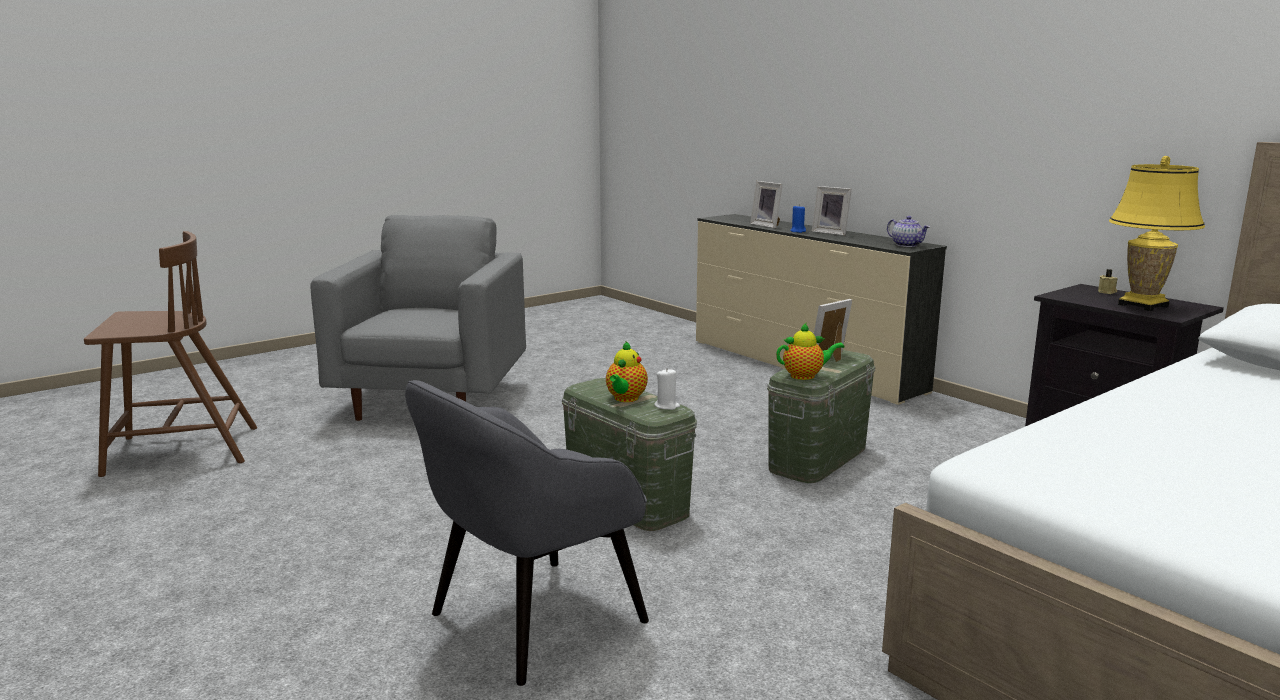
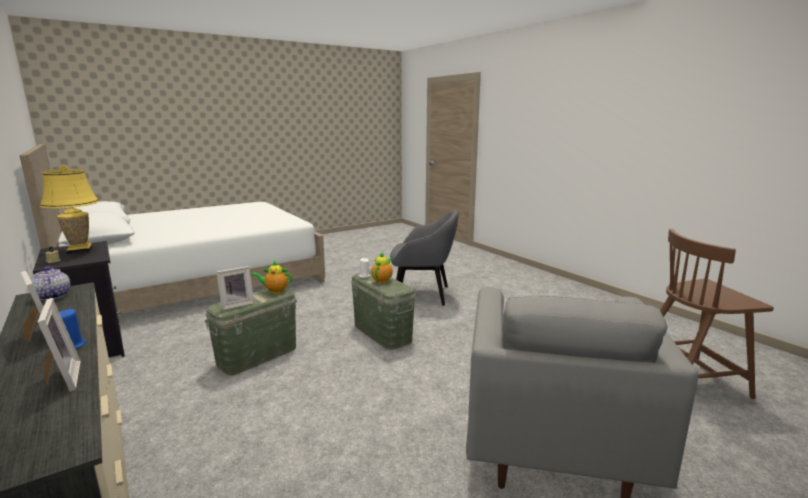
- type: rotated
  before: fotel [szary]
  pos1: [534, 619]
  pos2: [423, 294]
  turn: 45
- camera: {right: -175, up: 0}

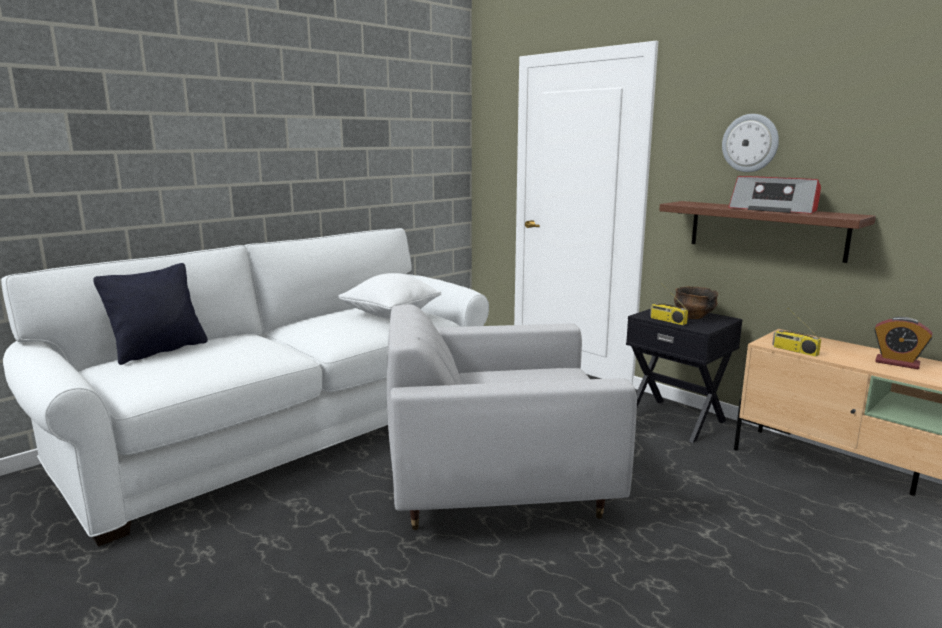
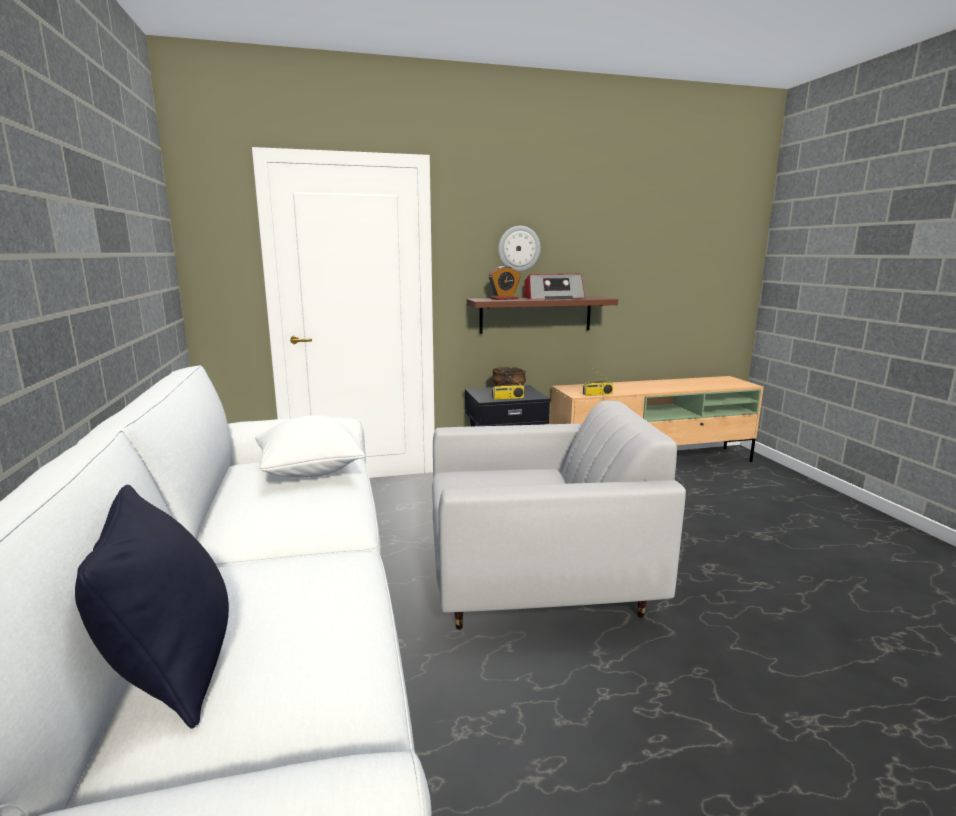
- type: shifted
  before: budzik
  pos1: [897, 363]
  pos2: [504, 299]
- type: rotated
  before: fotel [biały]
  pos1: [497, 486]
  pos2: [537, 583]
  turn: -120
- camera: {right: -60, up: 0}

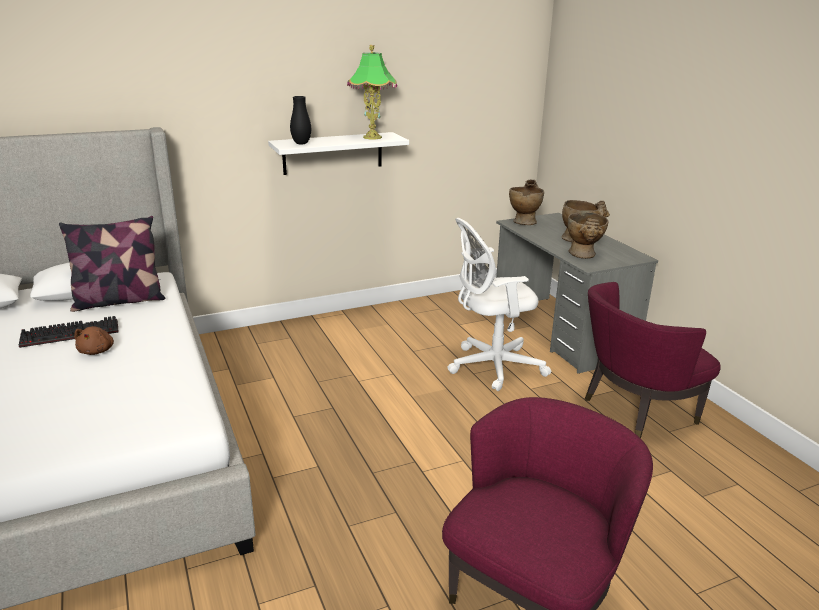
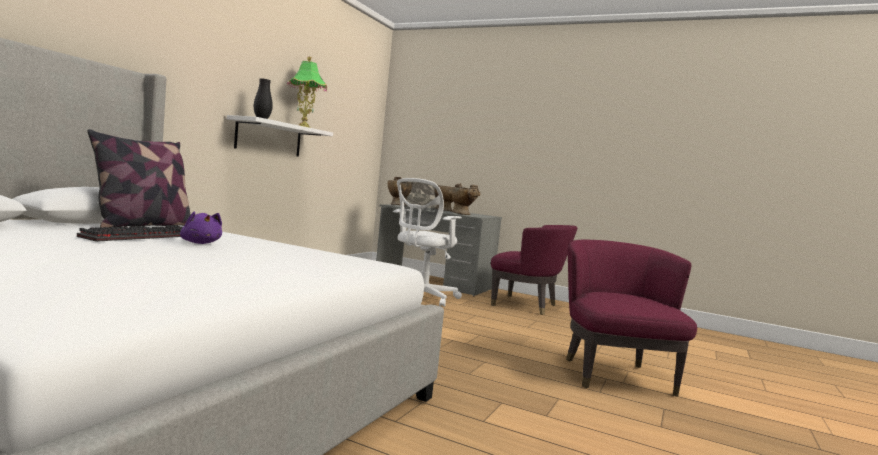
- type: repainted
  before: pluszak [brązowy]
  after: pluszak [fioletowy]
  pos1: [97, 351]
  pos2: [200, 243]
- type: rotated
  before: fotel [fioletowy]
  pos1: [635, 411]
  pos2: [527, 306]
  turn: -90
- camera: {right: -40, up: -20}

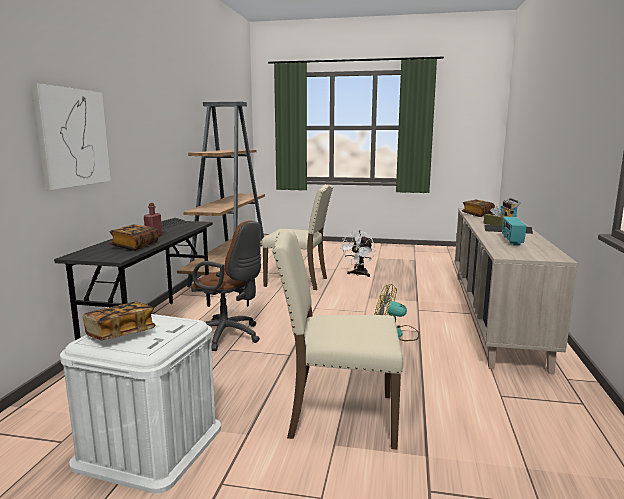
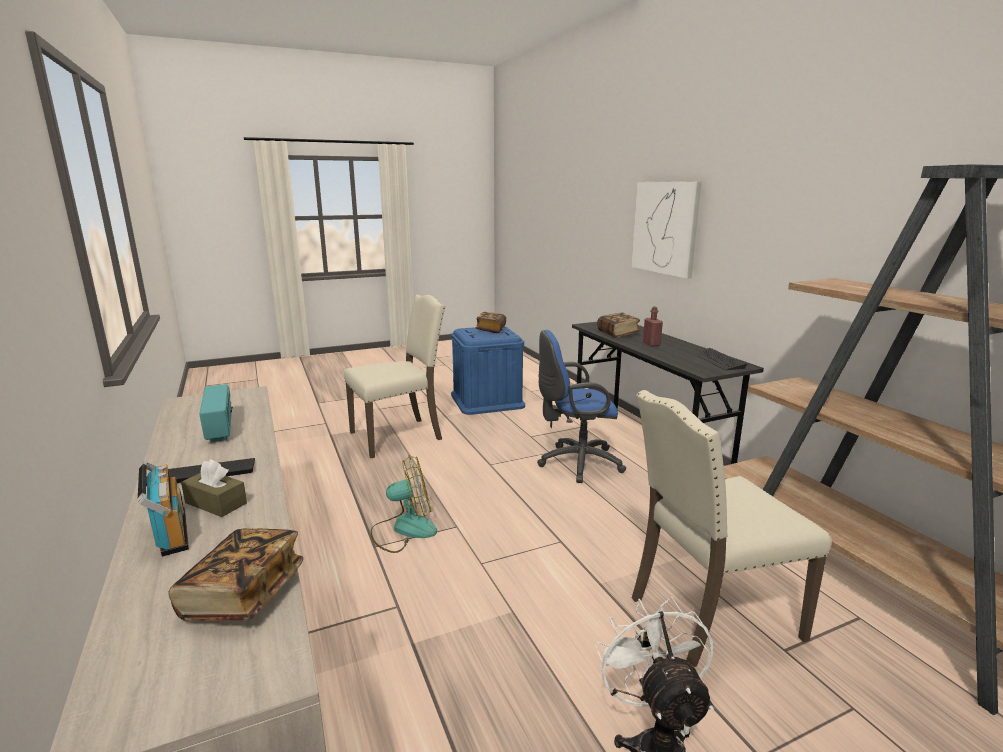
- type: repainted
  before: pojemnik do przechowywania [biały]
  after: pojemnik do przechowywania [niebieski]
  pos1: [150, 445]
  pos2: [487, 400]
- type: repainted
  before: krzesło biurowe [brązowy]
  after: krzesło biurowe [niebieski]
  pos1: [229, 336]
  pos2: [575, 463]
- camera: {right: 145, up: 5}

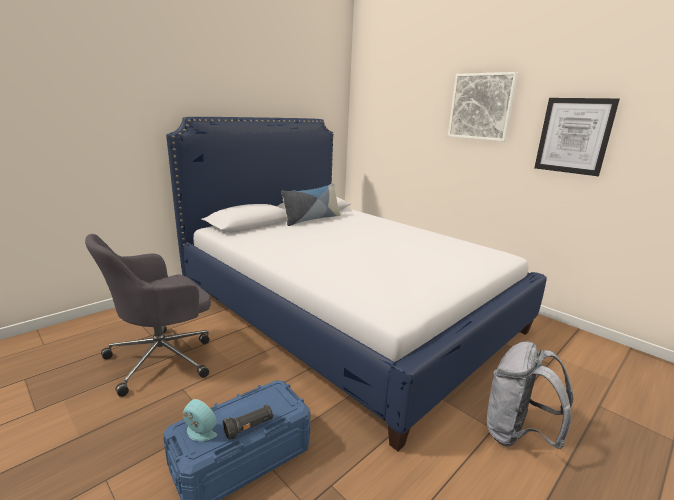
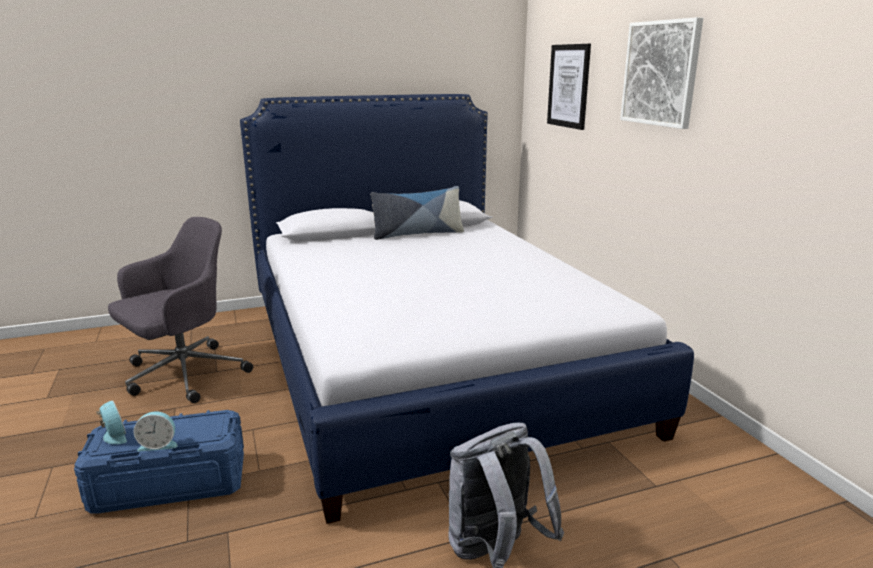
- type: shifted
  before: obraz
  pos1: [574, 136]
  pos2: [568, 86]
- type: swapped
  before: latarka [czarny]
  after: budzik
  pos1: [249, 428]
  pos2: [158, 444]
- type: rotated
  before: krzesło biurowe [szary]
  pos1: [163, 358]
  pos2: [183, 375]
  turn: 150
- camera: {right: 25, up: 0}

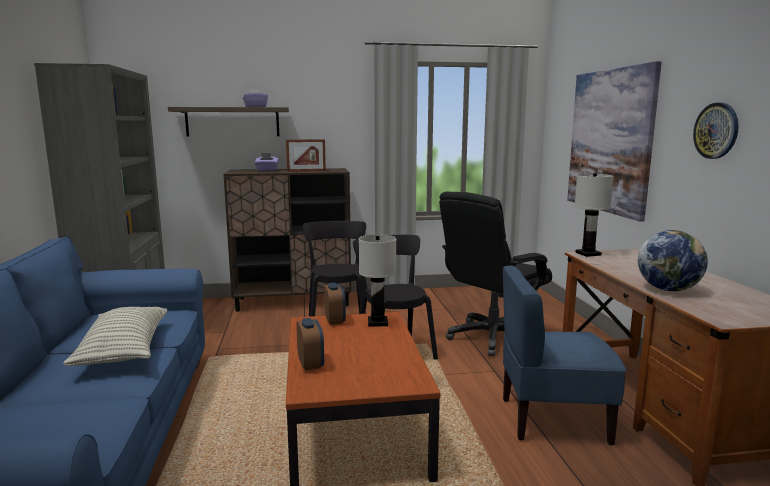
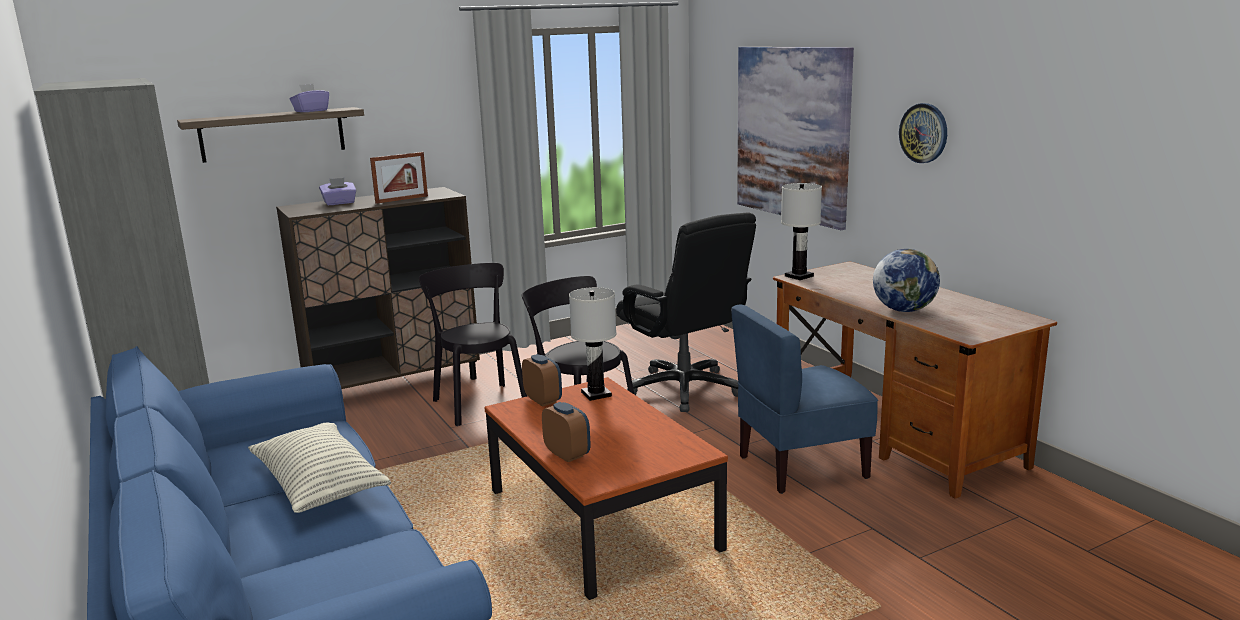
- type: rotated
  before: krzesło biurowe [czarny]
  pos1: [492, 337]
  pos2: [685, 389]
  turn: -60
- camera: {right: -20, up: 5}

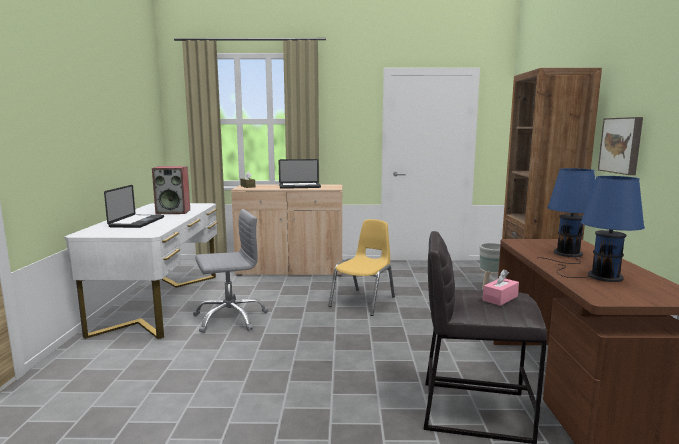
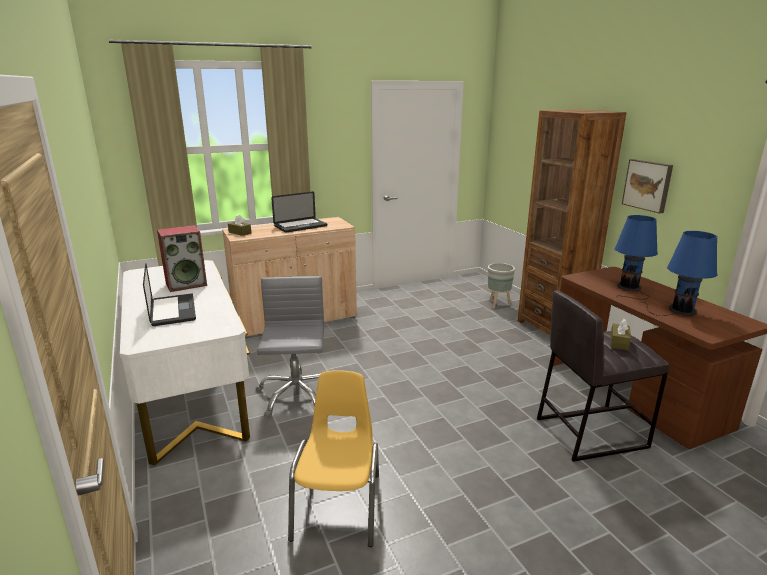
- type: shifted
  before: krzesło [żółty]
  pos1: [363, 301]
  pos2: [339, 506]
- type: repainted
  before: pudełko chusteczek [różowy]
  after: pudełko chusteczek [brązowy]
  pos1: [500, 298]
  pos2: [619, 342]
- type: rotated
  before: krzesło biurowe [szary]
  pos1: [230, 318]
  pos2: [296, 395]
  turn: -45
- camera: {right: -25, up: 10}

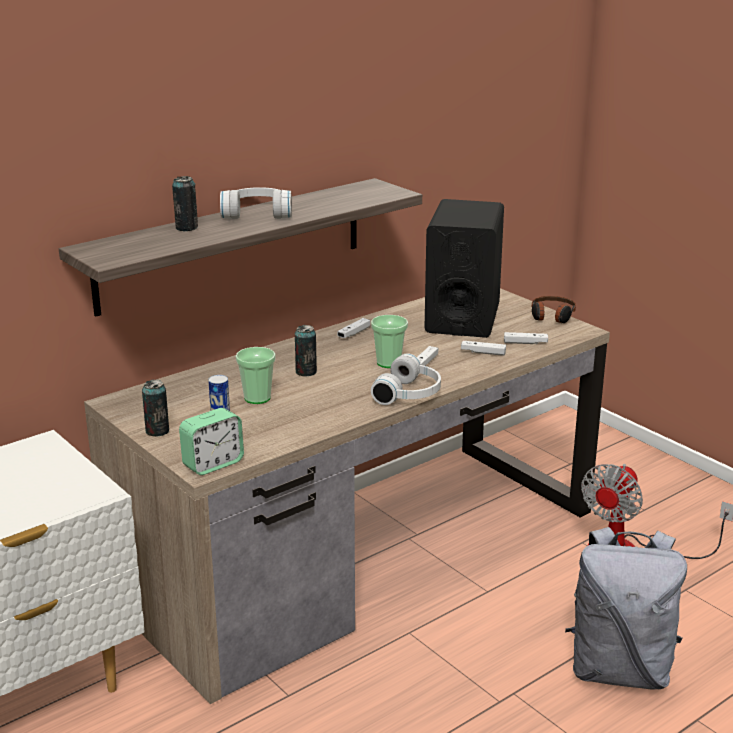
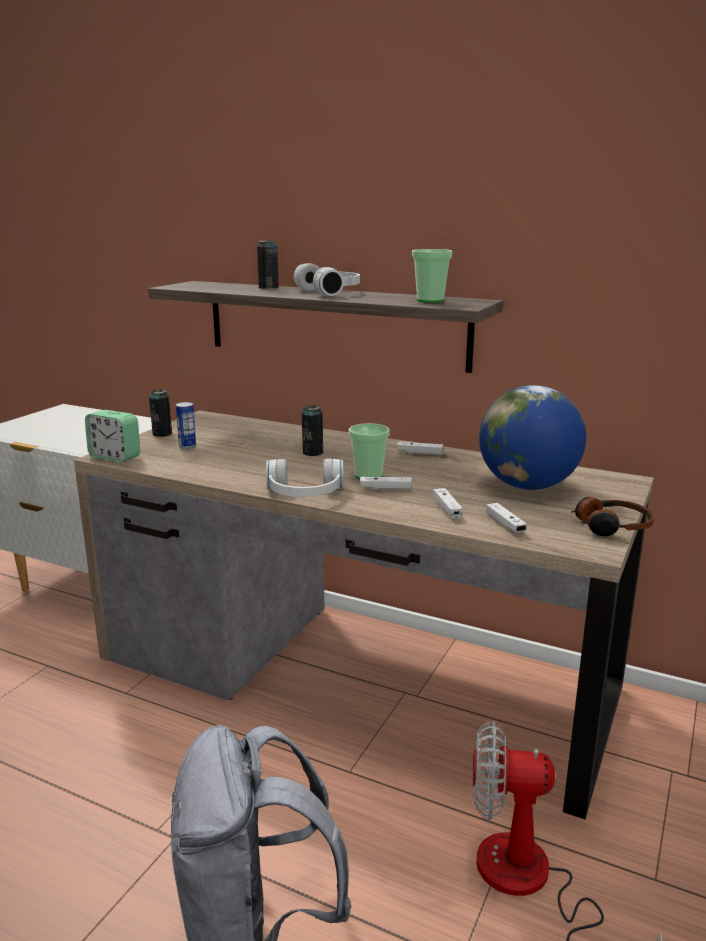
- type: shifted
  before: filiżanka
  pos1: [257, 398]
  pos2: [430, 300]
- type: swapped
  before: głośnik [czarny]
  after: globus
  pos1: [462, 318]
  pos2: [528, 486]
- camera: {right: 65, up: -5}

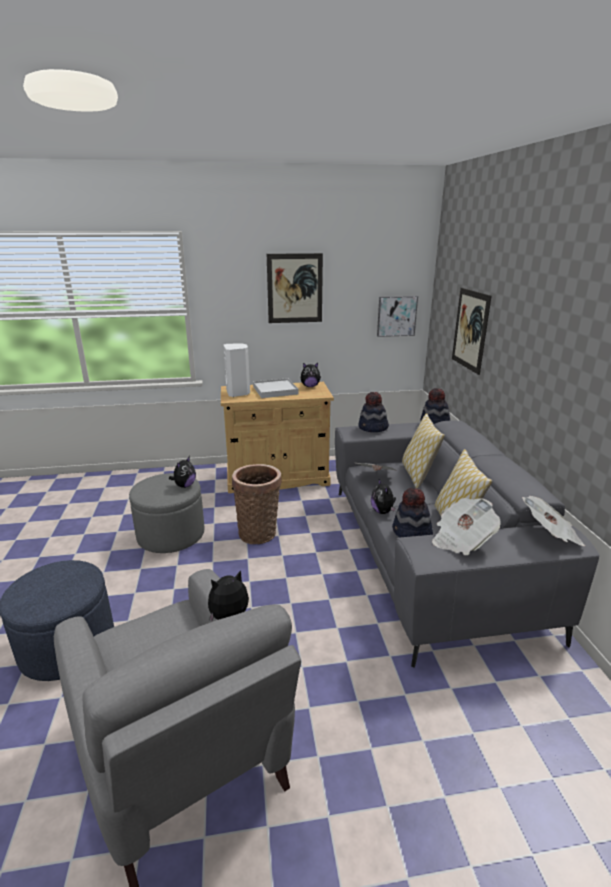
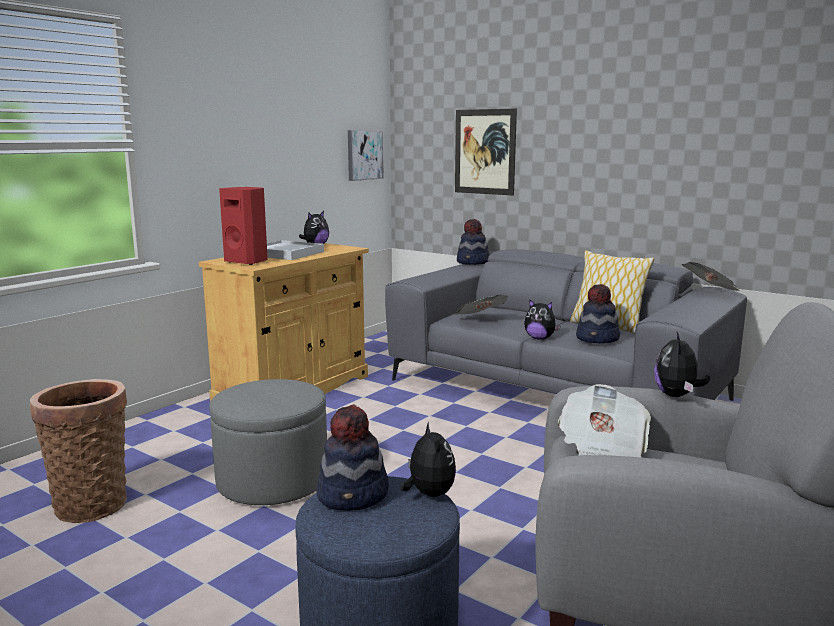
- type: gone
  before: obraz
  pos1: [295, 288]
- type: gone
  before: poduszka
  pos1: [418, 475]
- type: shifted
  before: pluszak
  pos1: [184, 485]
  pos2: [428, 494]
- type: shifted
  before: koszyk
  pos1: [259, 532]
  pos2: [92, 503]
- type: shifted
  before: kapelusz
  pos1: [373, 428]
  pos2: [354, 495]
- type: shifted
  before: gazeta
  pos1: [461, 540]
  pos2: [602, 451]
- type: repainted
  before: głośnik [biały]
  after: głośnik [czerwony]
  pos1: [238, 393]
  pos2: [247, 262]
- camera: {right: -45, up: -10}

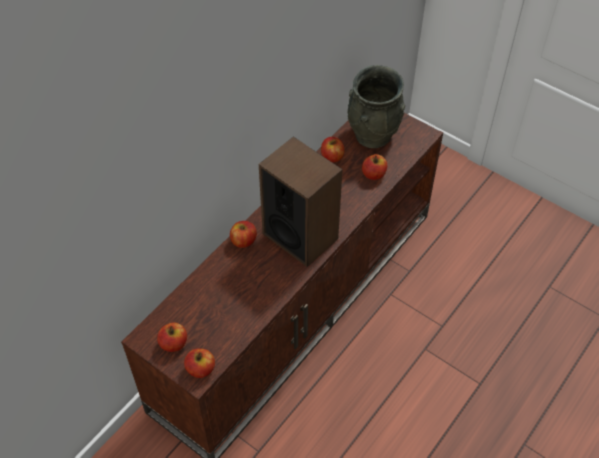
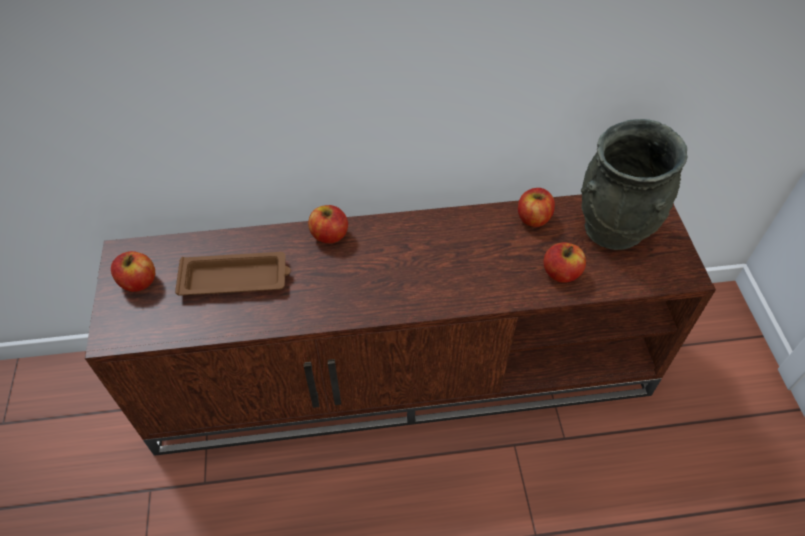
- type: gone
  before: jabłko
  pos1: [200, 369]
- type: gone
  before: głośnik
  pos1: [300, 235]
- type: new
  after: taca [brązowy]
  pos2: [236, 279]
- camera: {right: 45, up: 0}

